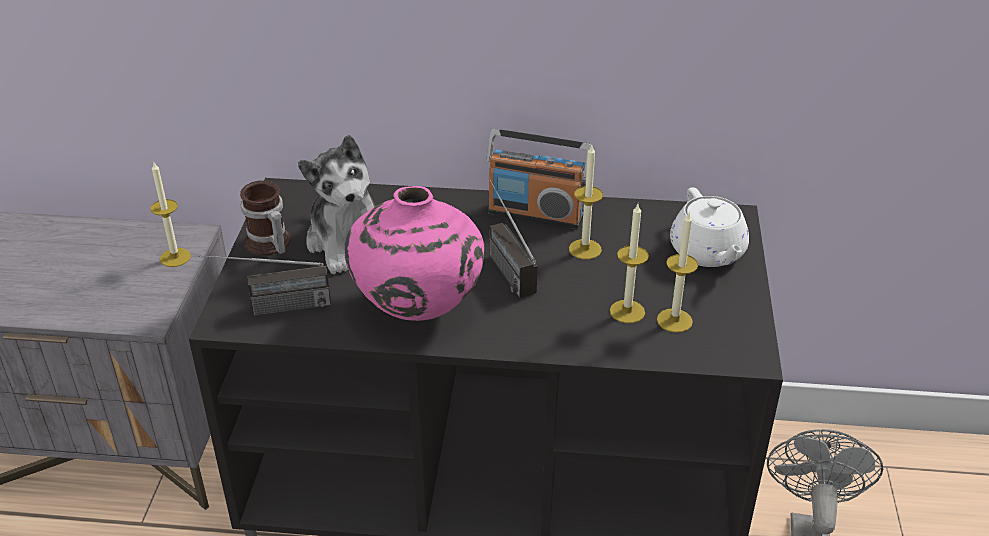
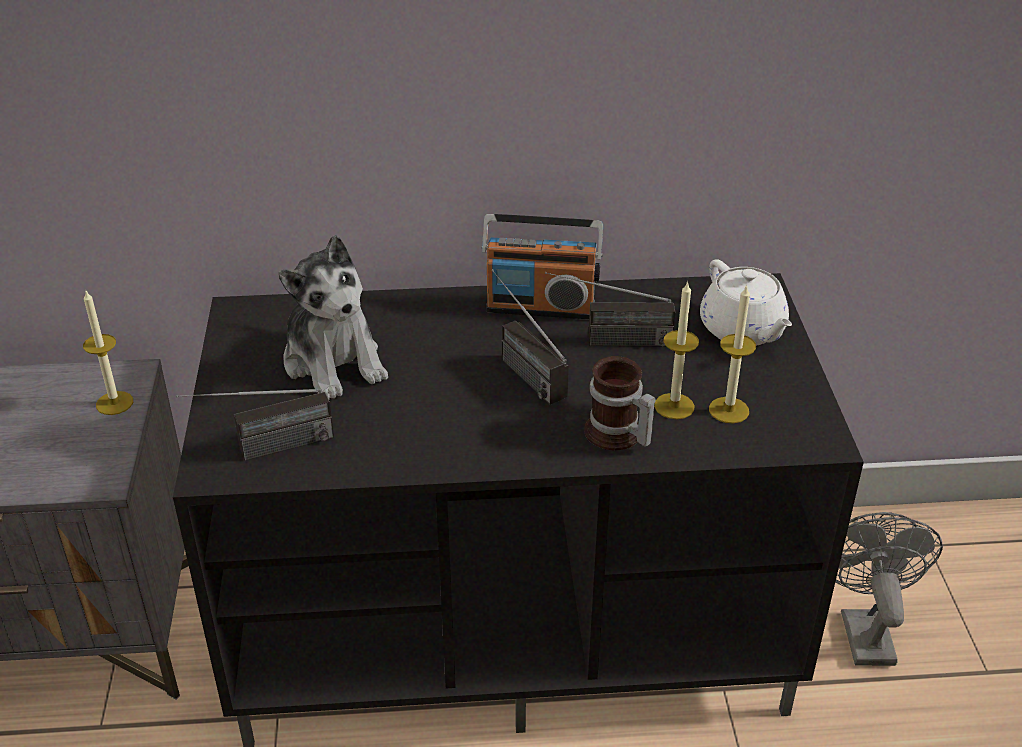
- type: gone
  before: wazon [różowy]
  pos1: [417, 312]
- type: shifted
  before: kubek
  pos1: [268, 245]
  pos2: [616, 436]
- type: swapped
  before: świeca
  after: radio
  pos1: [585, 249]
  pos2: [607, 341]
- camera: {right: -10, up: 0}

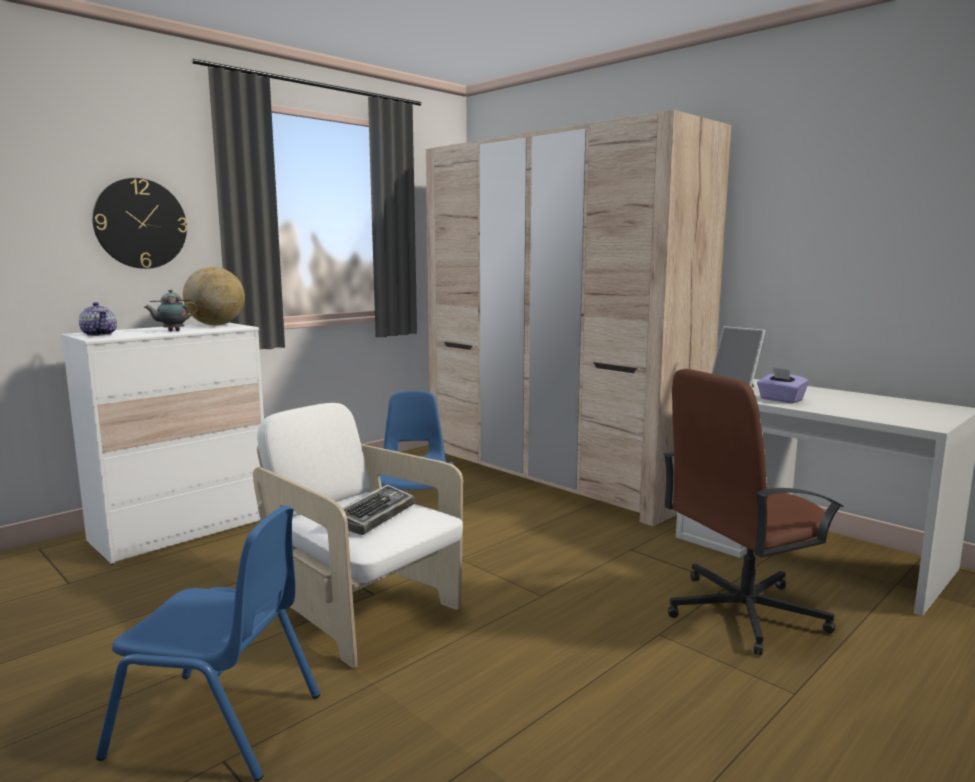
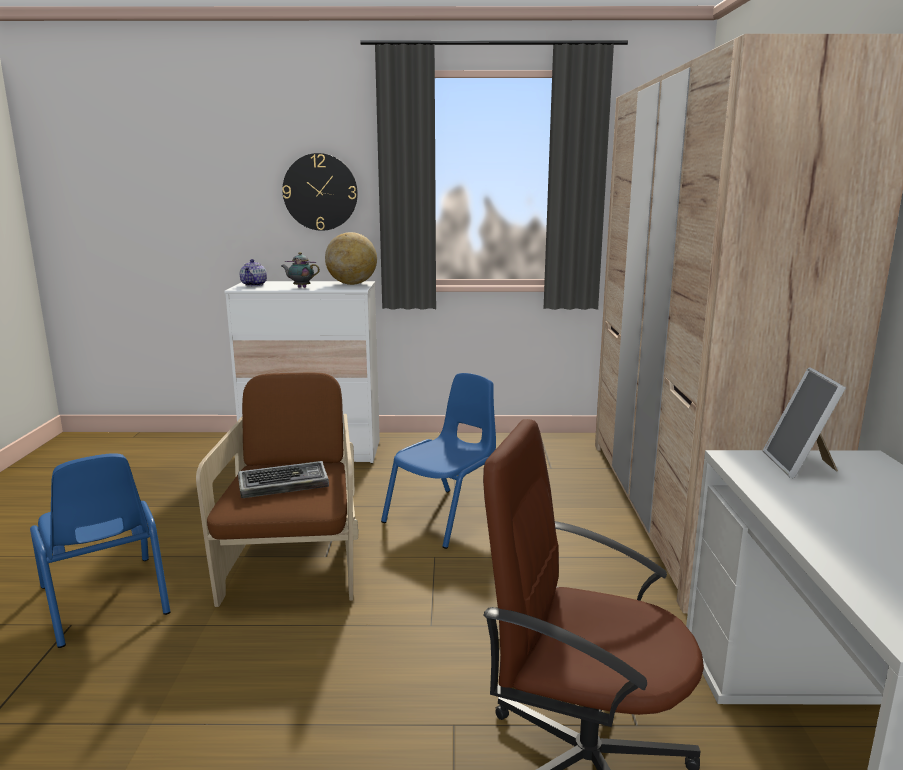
- type: gone
  before: pudełko chusteczek [fioletowy]
  pos1: [780, 400]
- type: repainted
  before: fotel [biały]
  after: fotel [brązowy]
  pos1: [361, 612]
  pos2: [294, 567]
- camera: {right: 45, up: 5}

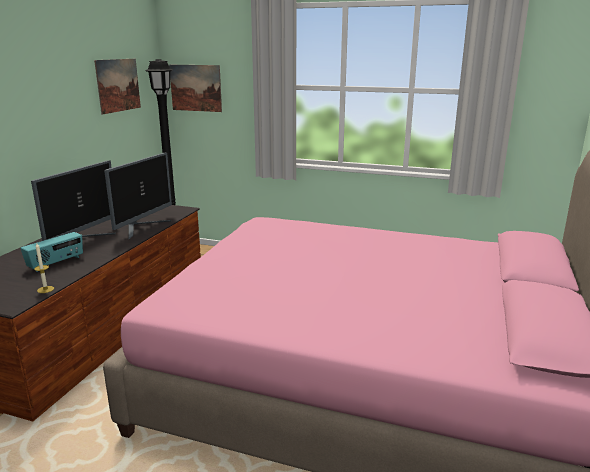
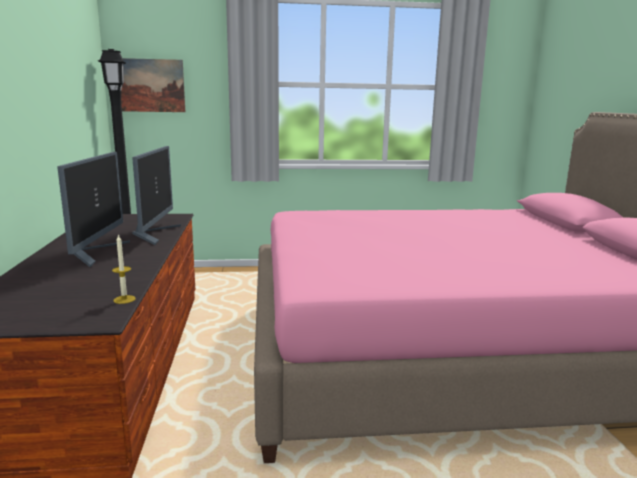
- type: gone
  before: radio
  pos1: [56, 263]
- type: gone
  before: obraz
  pos1: [118, 85]
- camera: {right: -25, up: -5}

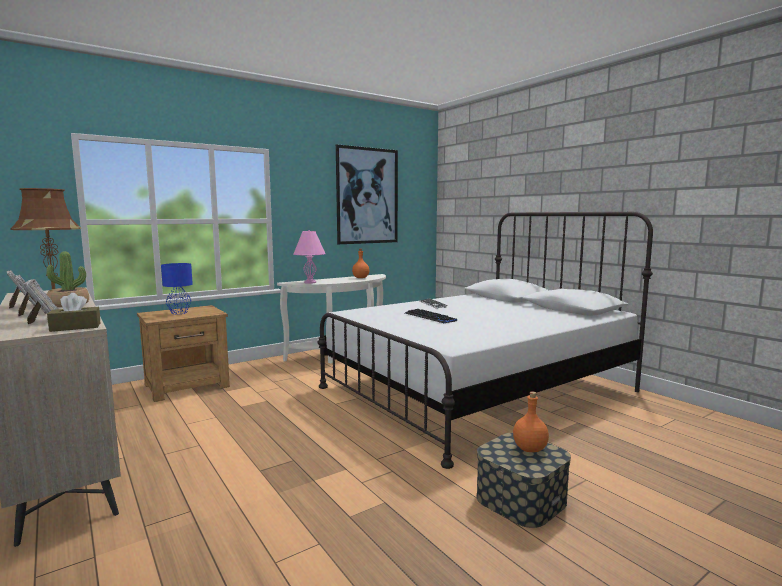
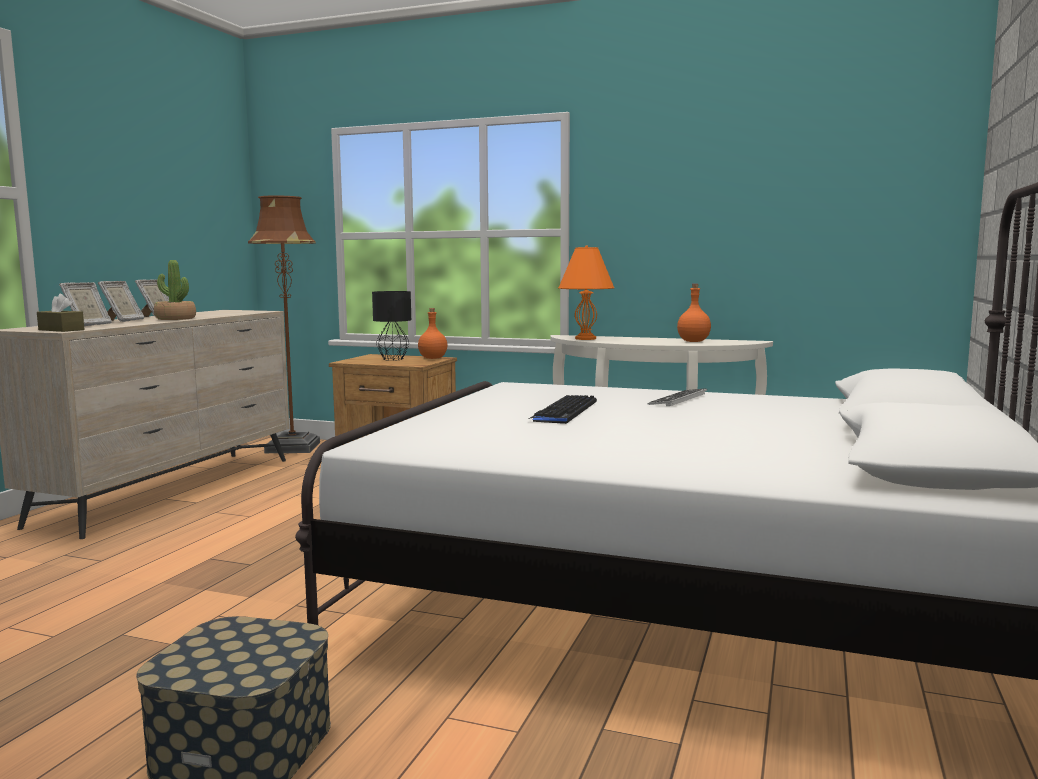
- type: gone
  before: obraz
  pos1: [367, 196]
- type: shifted
  before: butelka [pomarańczowy]
  pos1: [530, 449]
  pos2: [433, 358]
- type: repainted
  before: lampa stołowa [niebieski]
  after: lampa stołowa [czarny]
  pos1: [179, 313]
  pos2: [392, 359]
- type: repainted
  before: lampa stołowa [różowy]
  after: lampa stołowa [pomarańczowy]
  pos1: [310, 282]
  pos2: [586, 338]
- camera: {right: 55, up: 0}

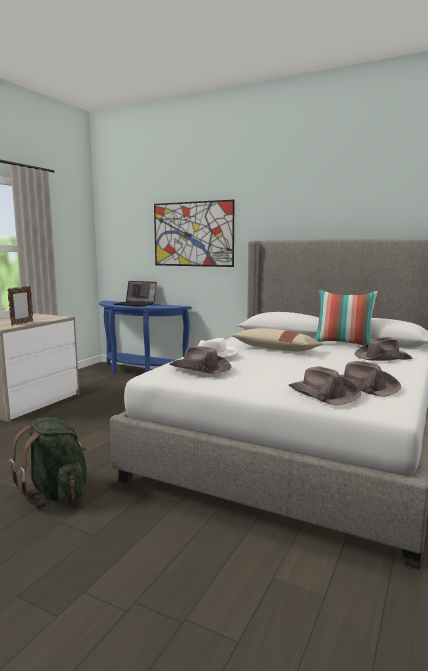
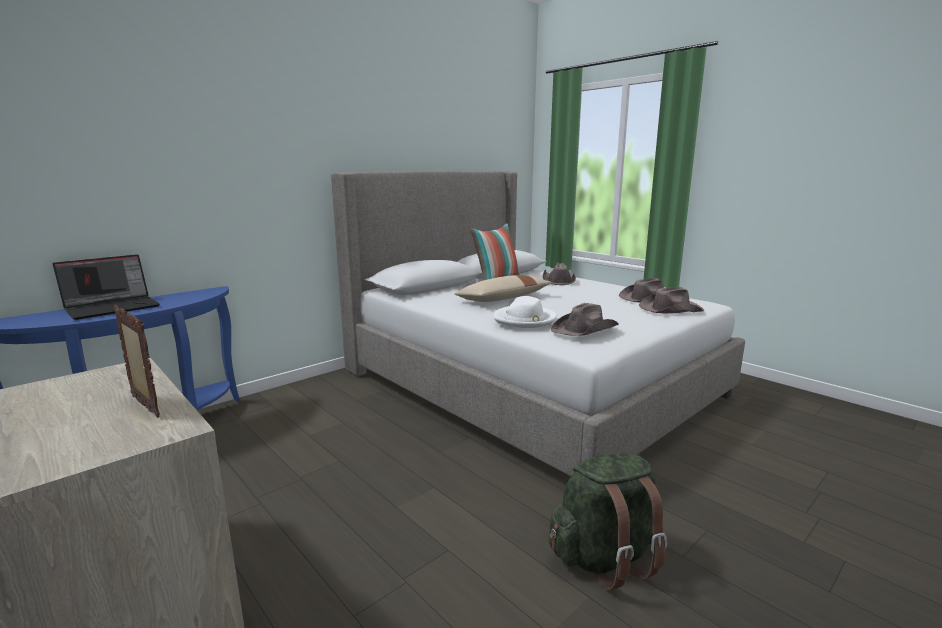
- type: gone
  before: obraz
  pos1: [192, 234]
- camera: {right: -70, up: 5}

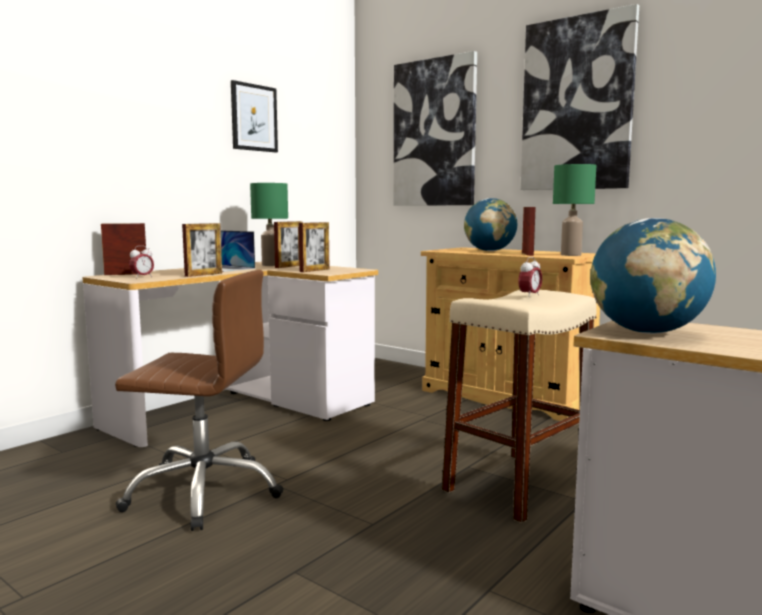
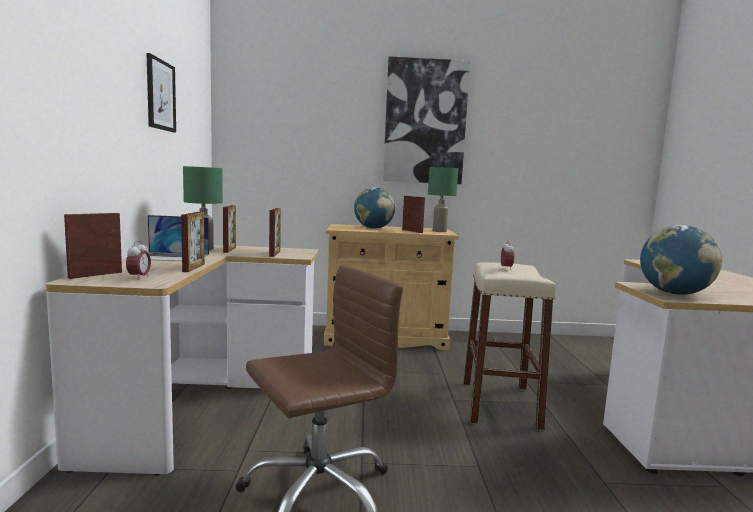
- type: gone
  before: obraz
  pos1: [434, 133]
- camera: {right: -40, up: 0}

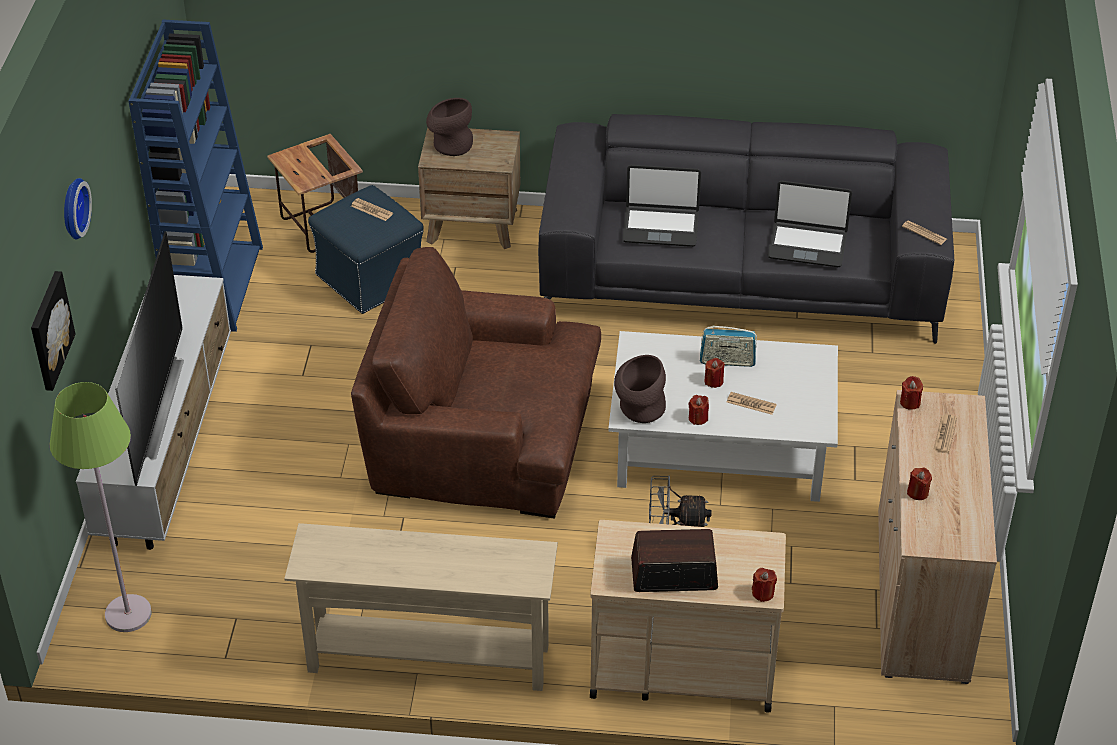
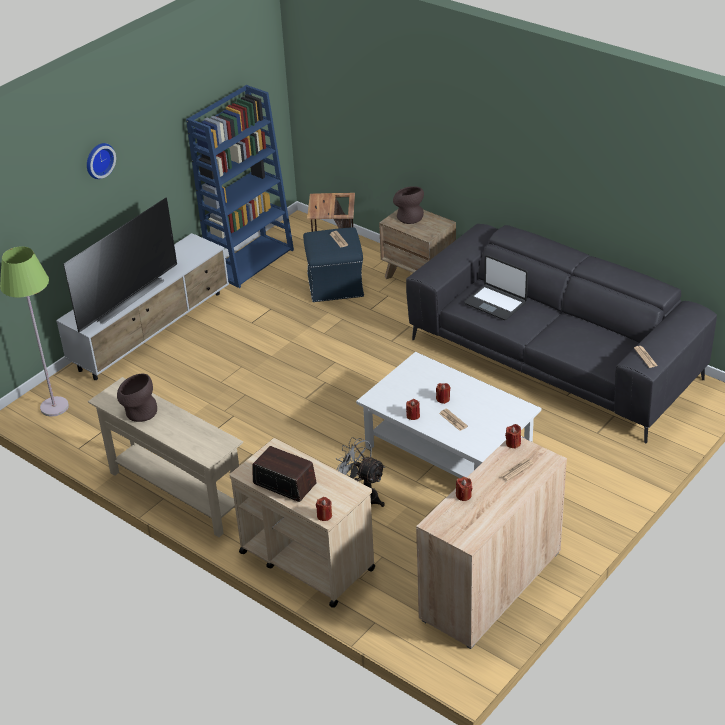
- type: gone
  before: obraz
  pos1: [49, 330]
- type: gone
  before: fotel [brązowy]
  pos1: [482, 436]
- type: gone
  before: radio
  pos1: [727, 361]
- type: gone
  before: laptop
  pos1: [807, 245]
- type: shifted
  before: wazon [brązowy]
  pos1: [639, 410]
  pos2: [138, 412]
- camera: {right: 35, up: -5}

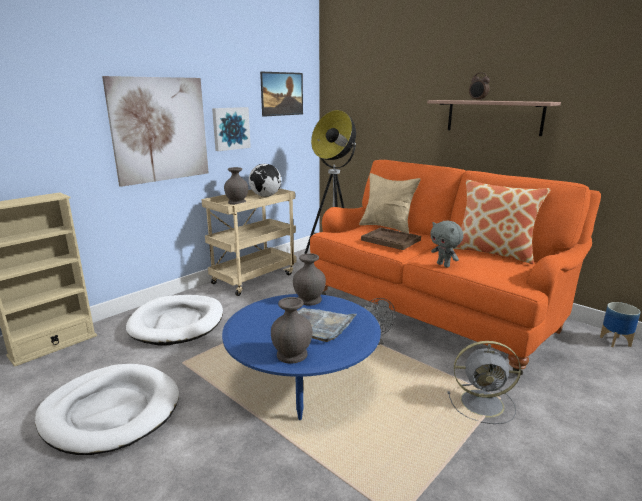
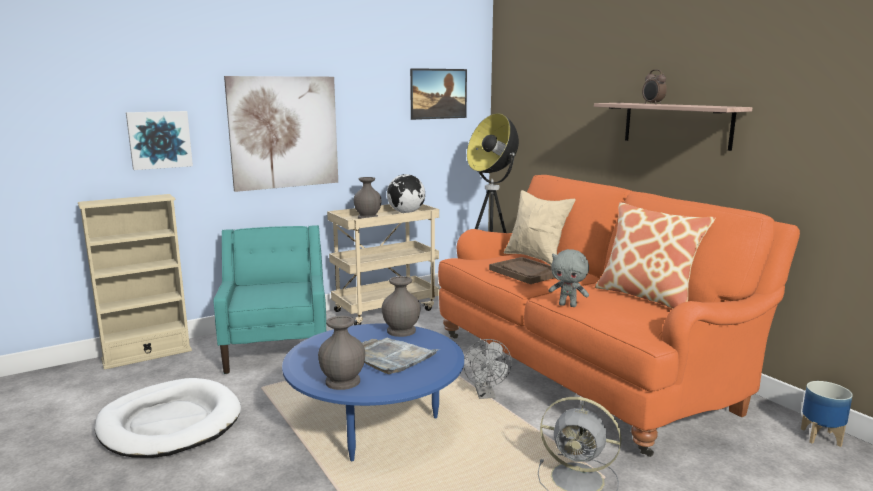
- type: shifted
  before: obraz
  pos1: [230, 128]
  pos2: [159, 139]
- type: swapped
  before: legowisko [biały]
  after: fotel [turkusowy]
  pos1: [177, 323]
  pos2: [277, 347]
- type: rotated
  before: pluszak [szary]
  pos1: [444, 265]
  pos2: [568, 305]
  turn: -45
- camera: {right: 15, up: -5}

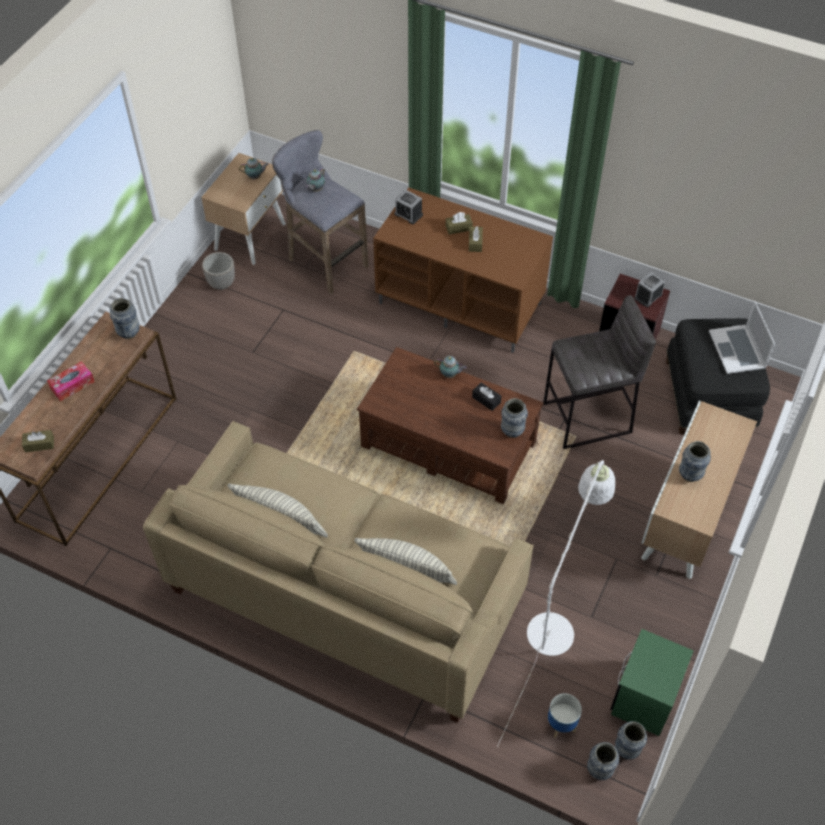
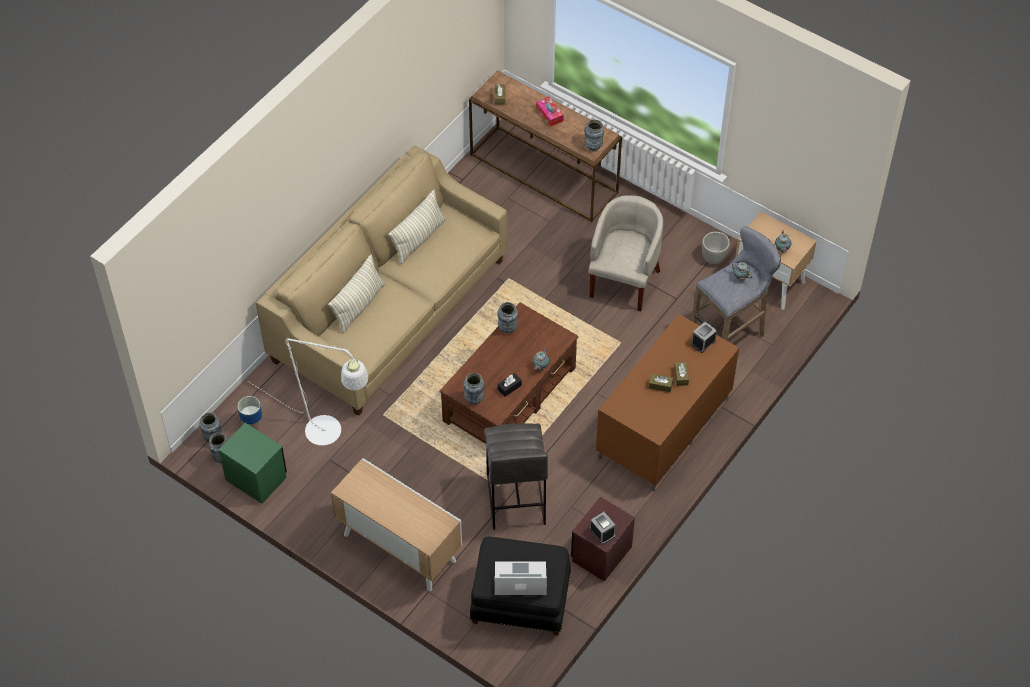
- type: new
  after: fotel [beżowy]
  pos2: [624, 280]
- type: shifted
  before: wazon
  pos1: [690, 475]
  pos2: [507, 328]
- camera: {right: 100, up: 0}

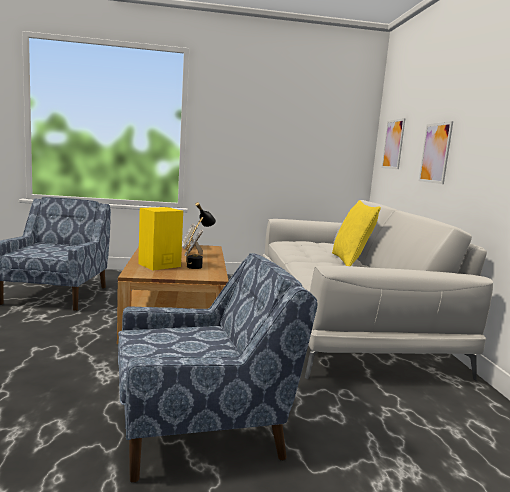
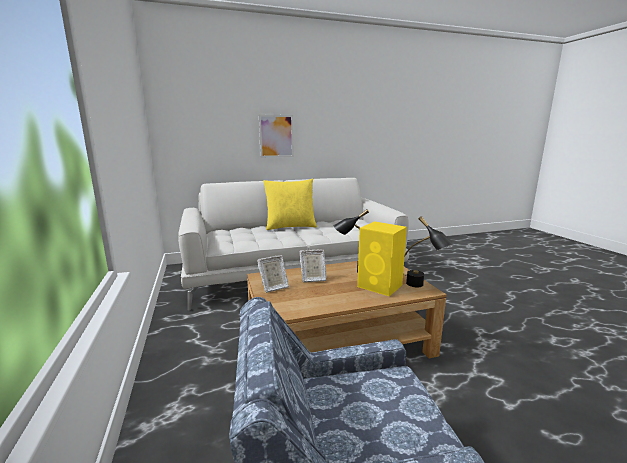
- type: gone
  before: fotel [niebieski]
  pos1: [202, 428]
- type: gone
  before: obraz
  pos1: [393, 144]
- type: new
  after: lampa stołowa [czarny]
  pos2: [421, 286]
- camera: {right: -100, up: 5}

